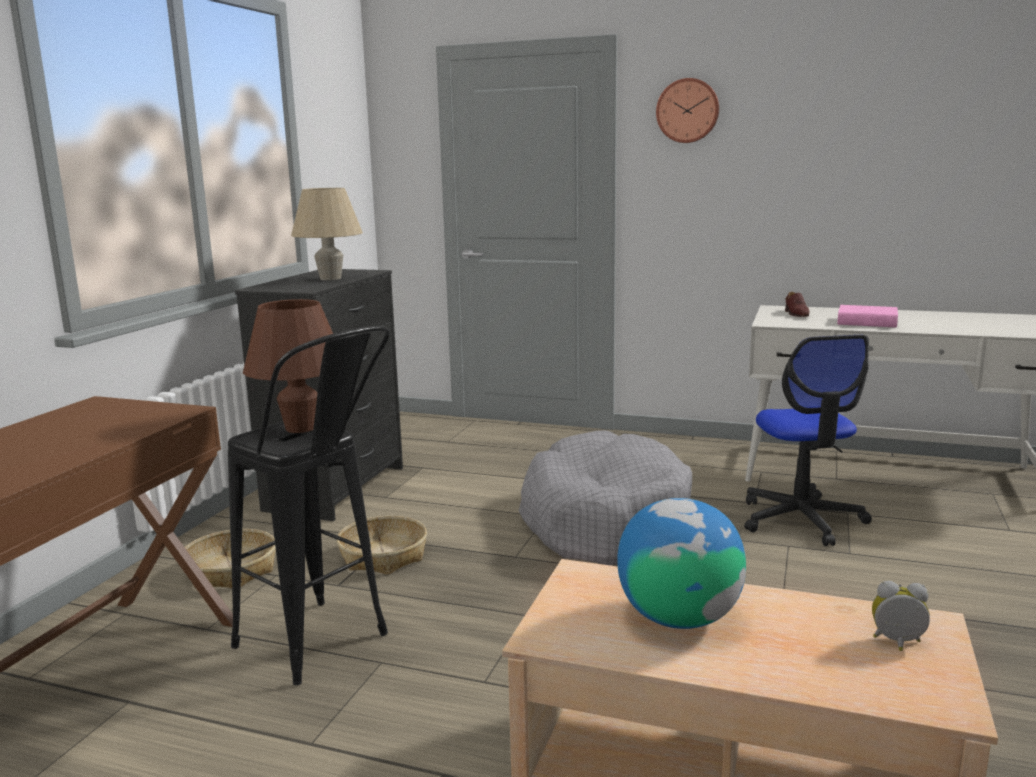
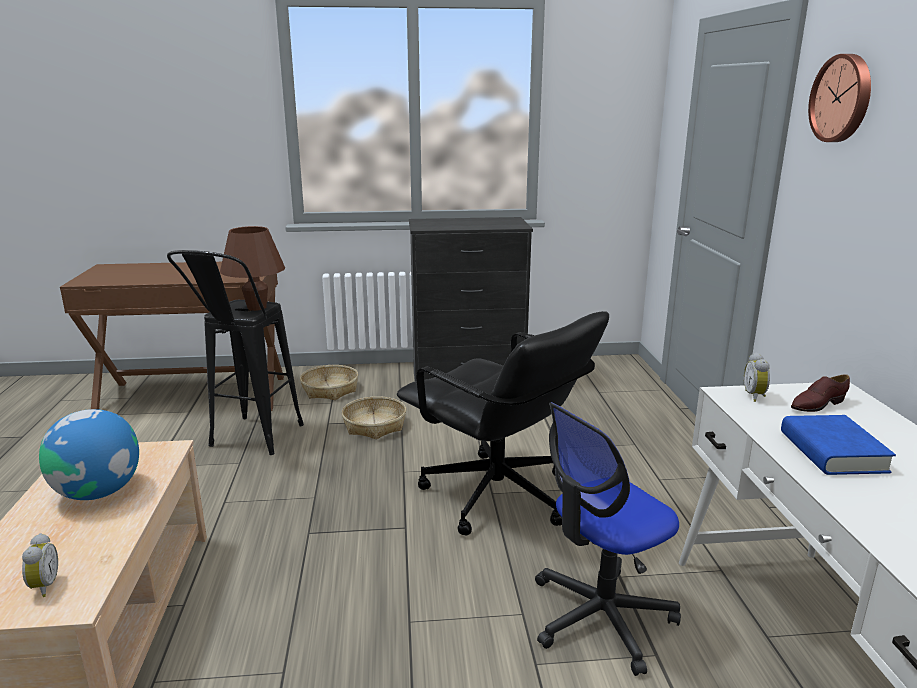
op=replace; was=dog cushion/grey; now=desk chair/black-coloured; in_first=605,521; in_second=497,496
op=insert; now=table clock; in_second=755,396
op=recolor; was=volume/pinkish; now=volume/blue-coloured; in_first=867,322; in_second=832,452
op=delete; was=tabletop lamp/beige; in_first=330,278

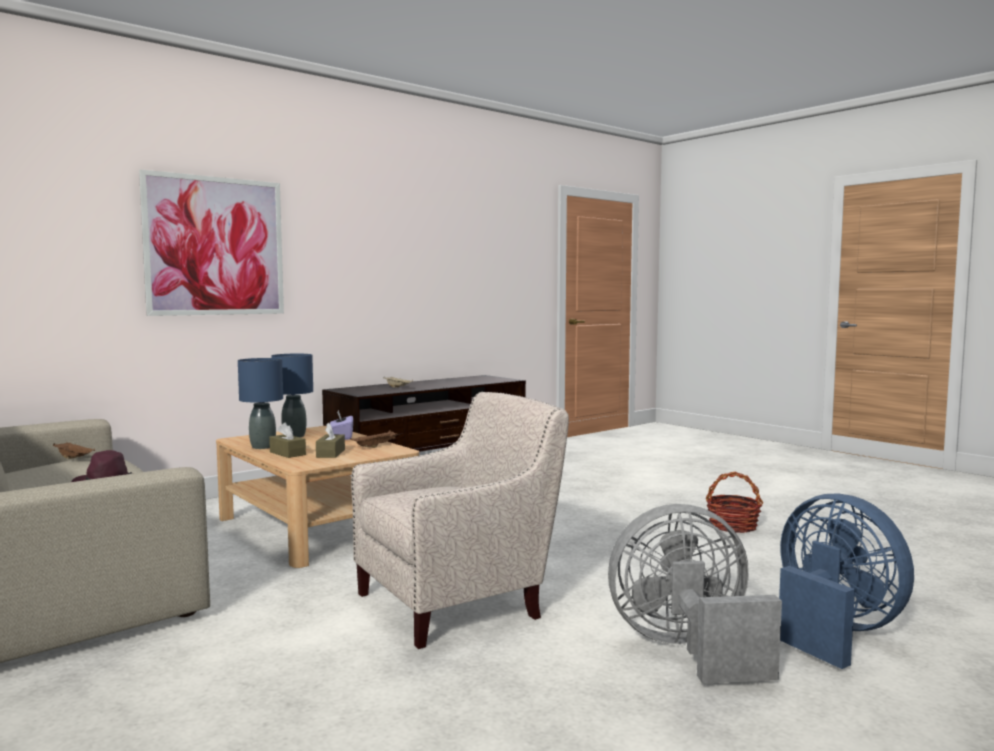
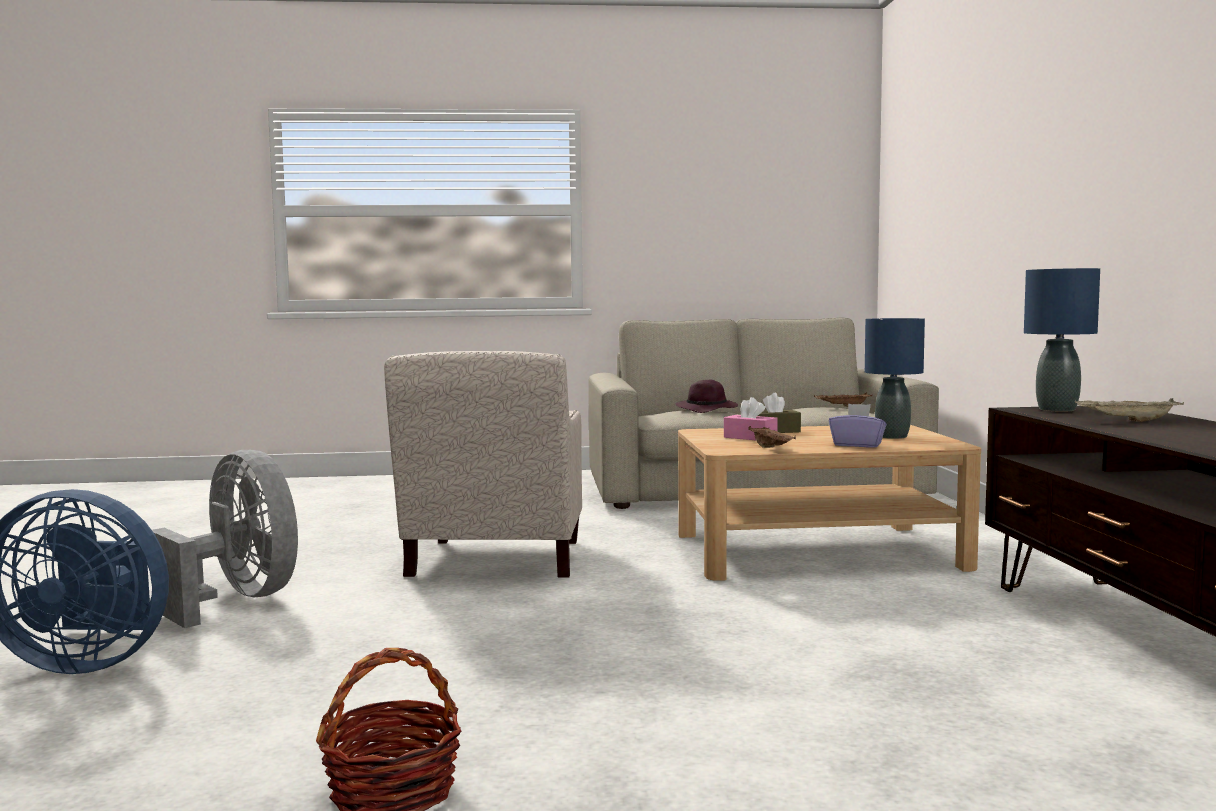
op=rotate; was=fan/grey; in_first=687,649; in_second=238,600; clockwise=-75
op=recolor; was=tissue holder/brown-coloured; now=tissue holder/pinkish; in_first=330,453; in_second=750,438
op=move; was=tabletop lamp/blue-coloured; in_first=262,447; in_second=1056,409
op=delete; was=wall art; in_first=215,246

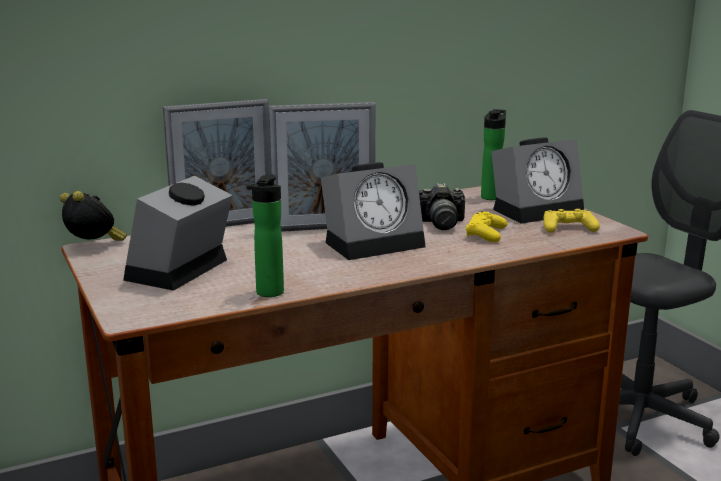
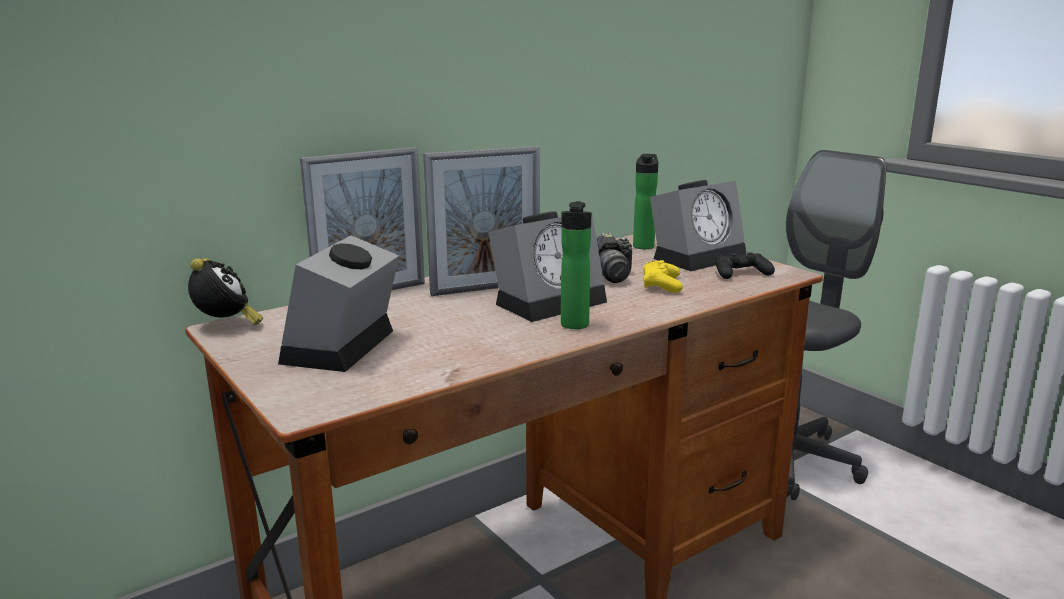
op=rotate; was=table clock; in_first=94,246; in_second=226,326; clockwise=45
op=move; was=drink bottle; in_first=268,294; in_second=574,326
op=recolor; was=gamepad/yellowish; now=gamepad/black-coloured; in_first=568,228; in_second=741,273

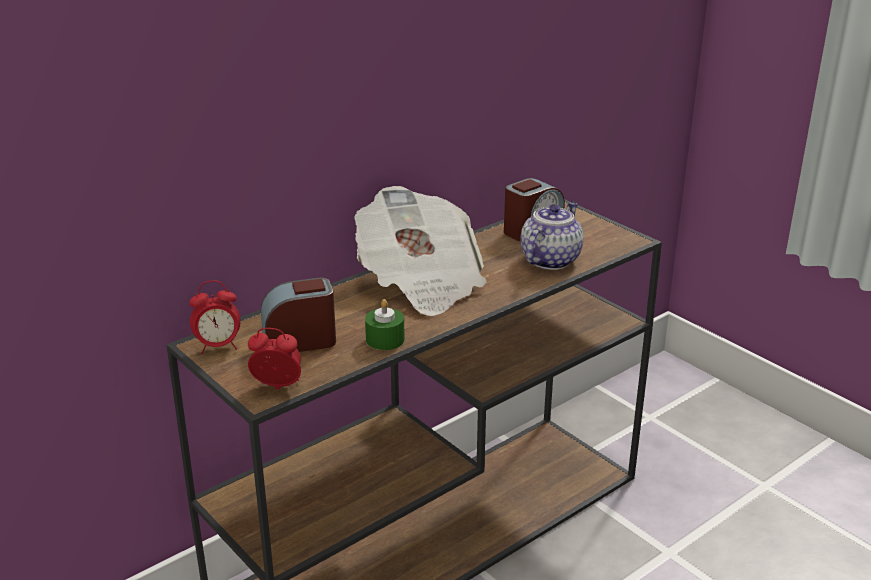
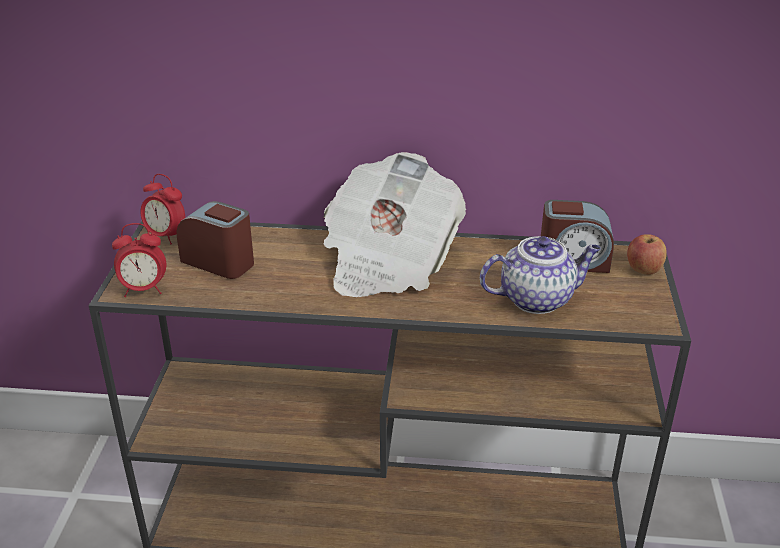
op=rotate; was=table clock; in_first=278,387; in_second=144,289; clockwise=120
op=insert; now=whole apple; in_second=643,270
op=delete; was=wax light/green-coloured; in_first=385,339

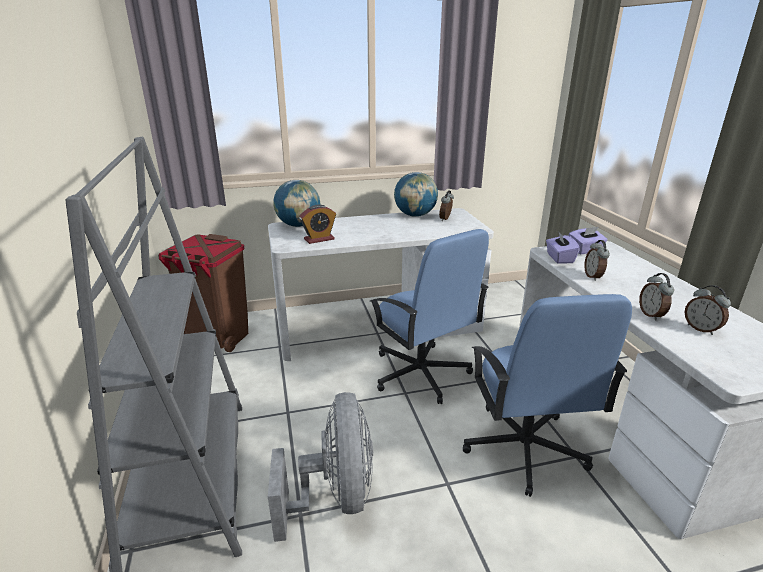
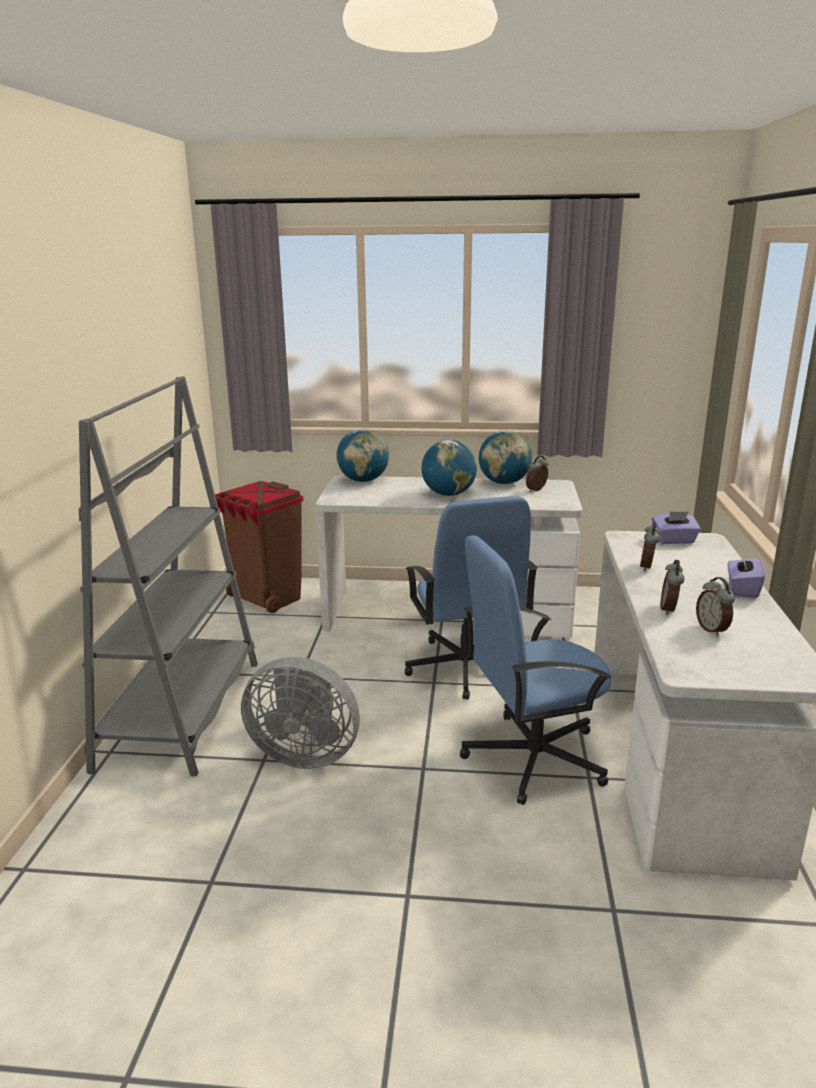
op=rotate; was=fan/grey; in_first=335,496; in_second=304,754; clockwise=90
op=insert; now=desk globe; in_second=448,494
op=rotate; was=desk chair/blue-coloured; in_first=524,448; in_second=532,757; clockwise=60
op=move; was=tissue holder/purple; in_first=559,258; in_second=742,589
op=delete; was=table clock; in_first=319,239

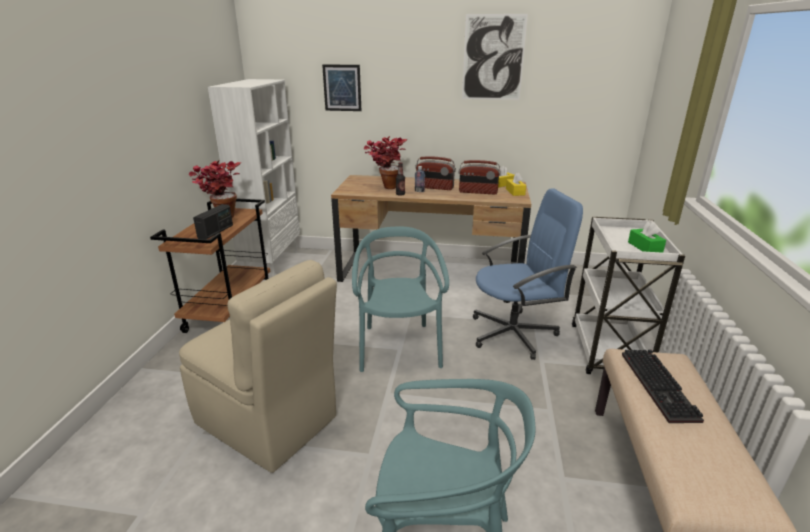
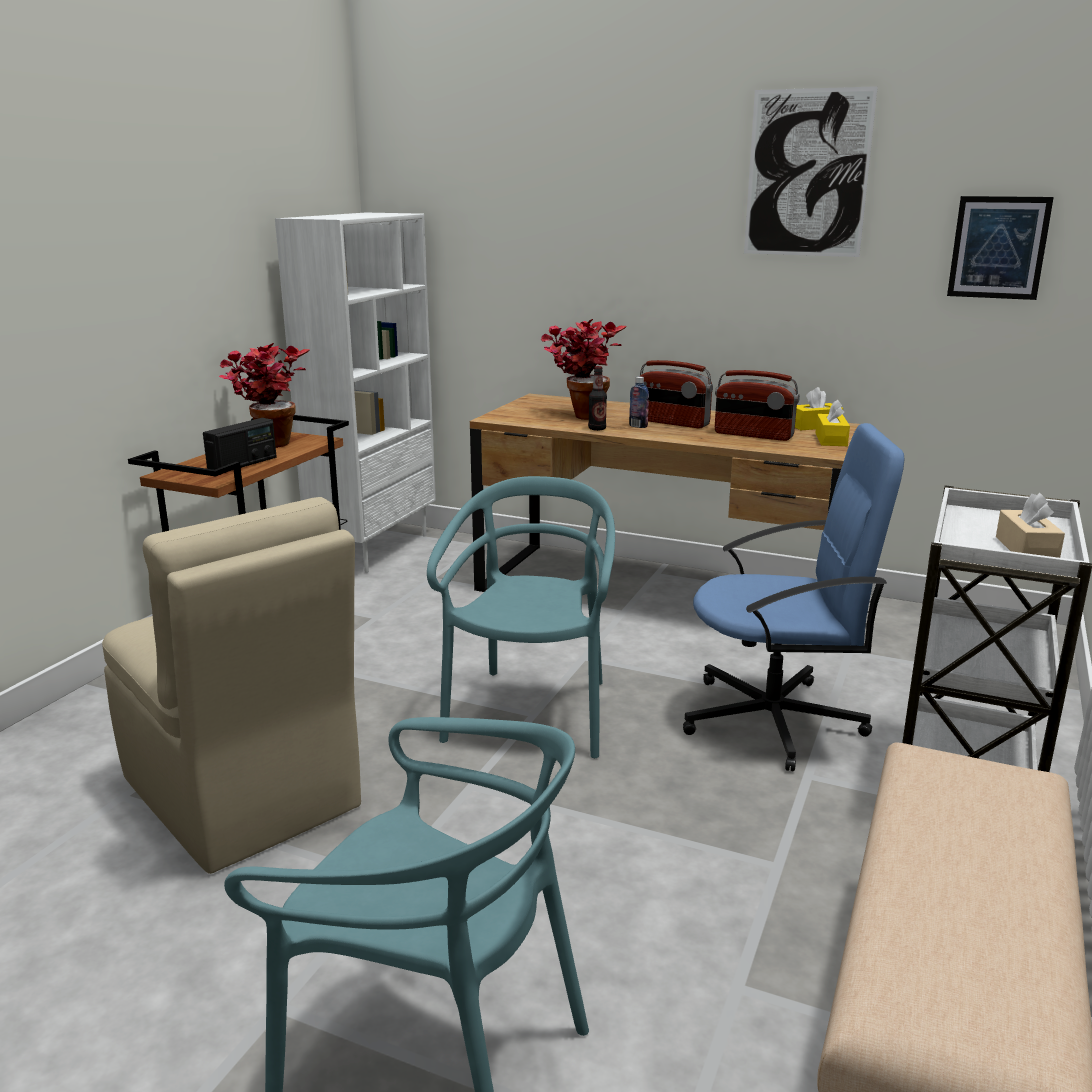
op=move; was=wall art; in_first=342,88; in_second=998,247
op=recolor; was=tissue holder/green-coloured; now=tissue holder/beige; in_first=645,247; in_second=1026,549
op=delete; was=keyboard; in_first=661,387

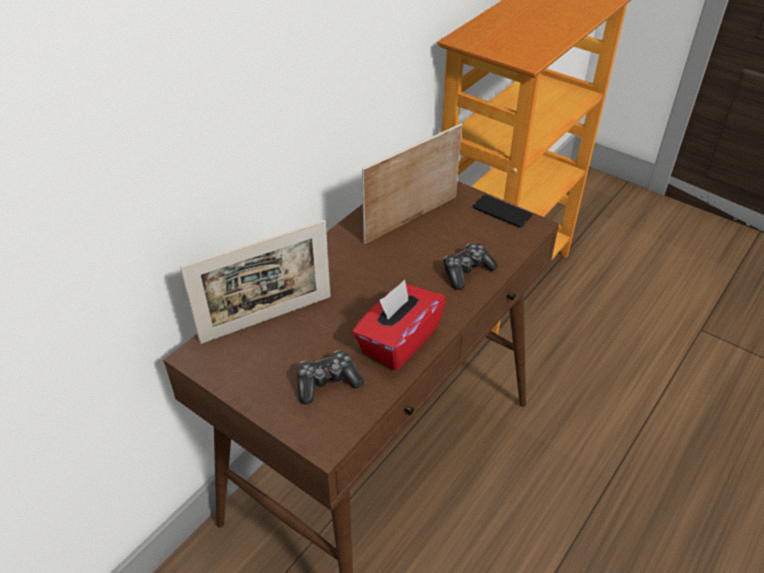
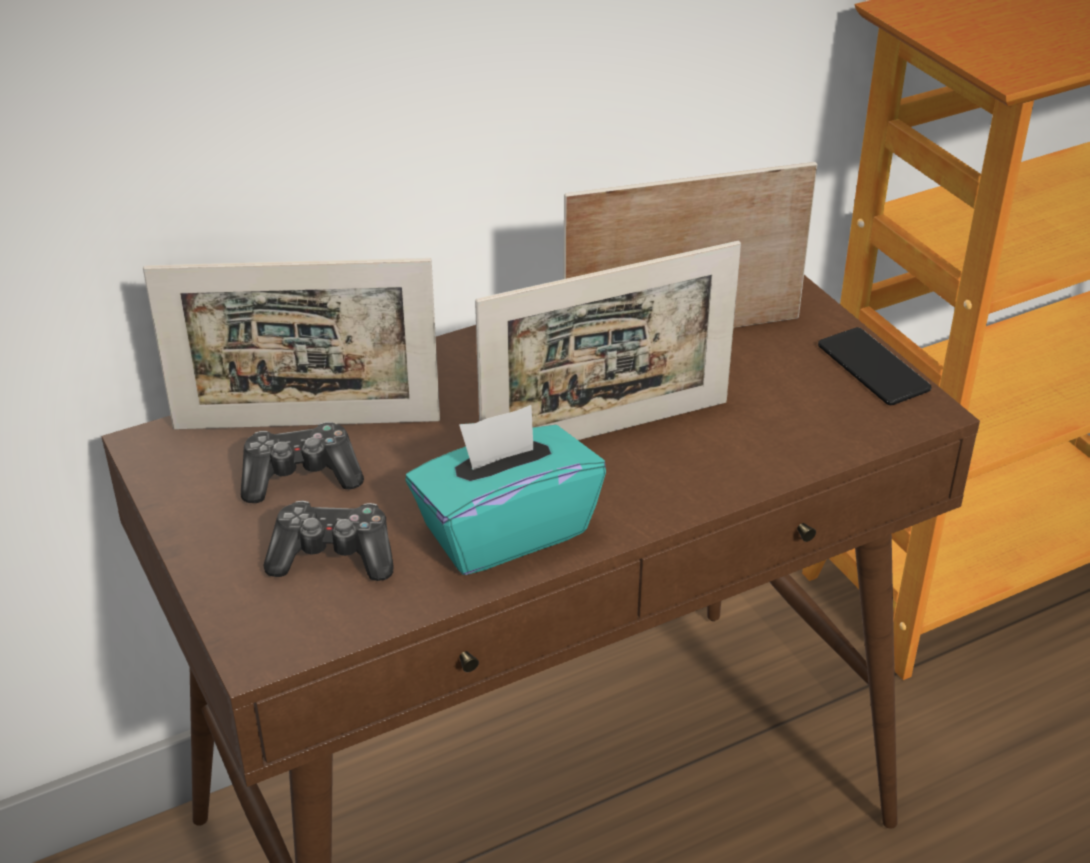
op=move; was=gamepad; in_first=467,271; in_second=300,476
op=recolor; was=tissue holder/red; now=tissue holder/turquoise-coloured; in_first=398,341; in_second=505,530
op=insert; now=picture frame; in_second=606,432

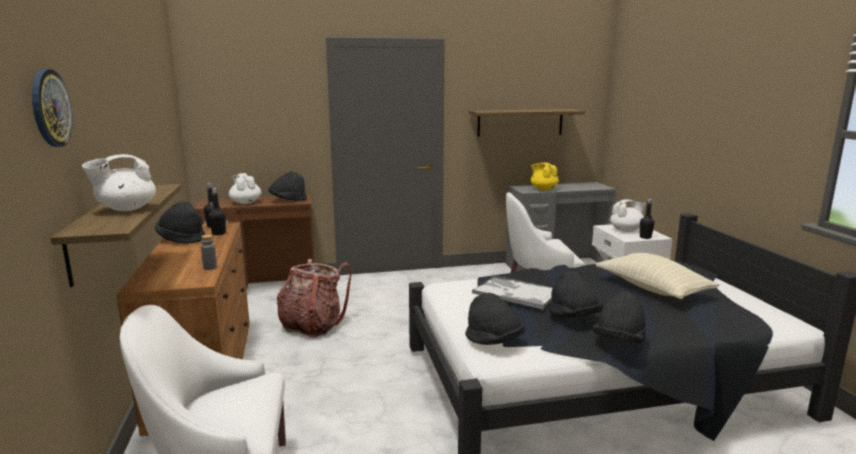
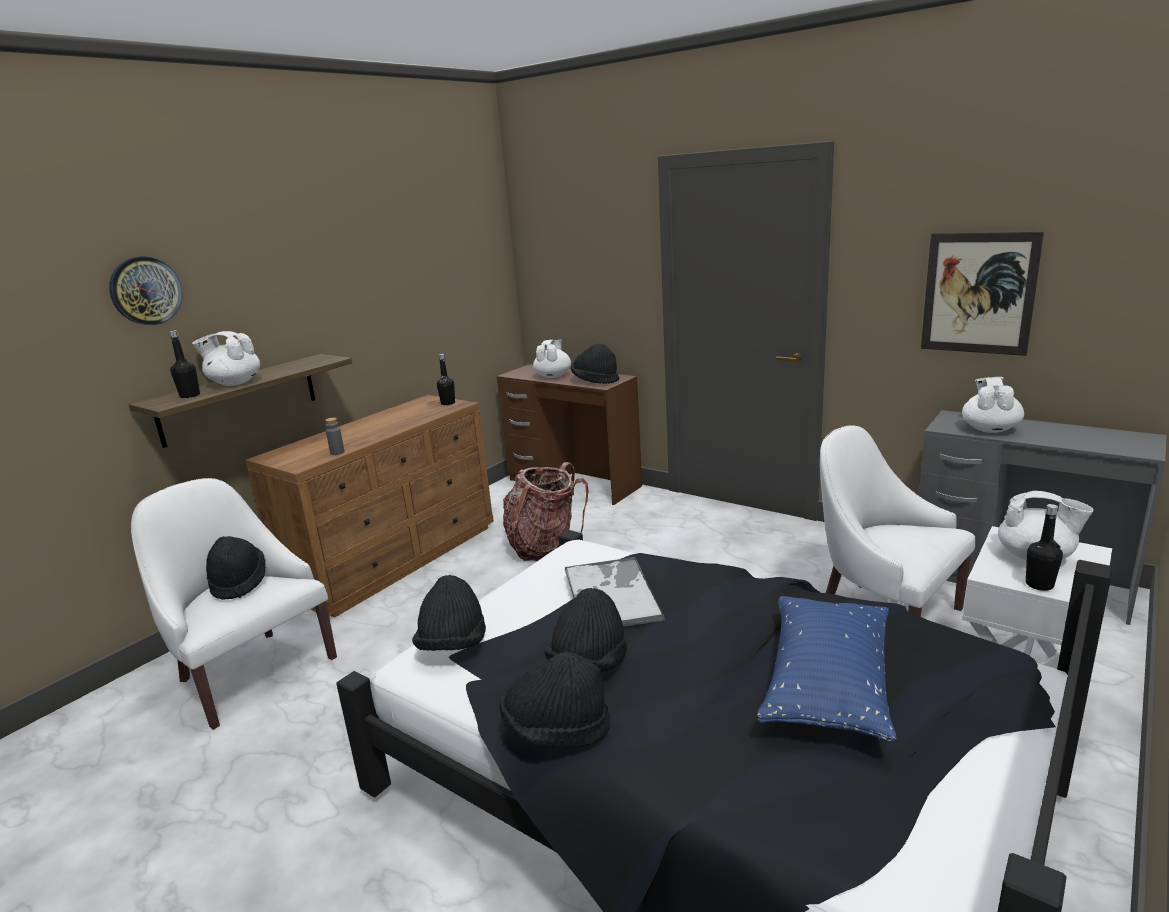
op=move; was=drink bottle/black-coloured; in_first=218,233; in_second=190,396
op=move; was=wearable hat/black-coloured; in_first=182,239; in_second=239,583
op=recolor; was=pillow/beige; now=pillow/blue-coloured; in_first=652,289; in_second=827,685
op=replace; was=bracket shelf; now=wall art; in_first=520,122; in_second=978,293
op=recolor; was=tea pot/yellowish; now=tea pot/white-coloured; in_first=543,189; in_second=990,429

